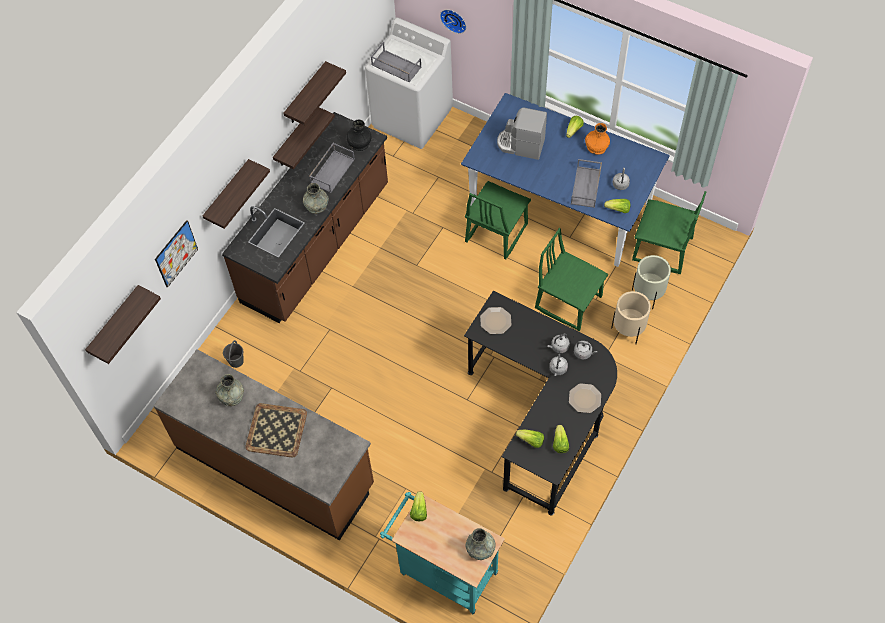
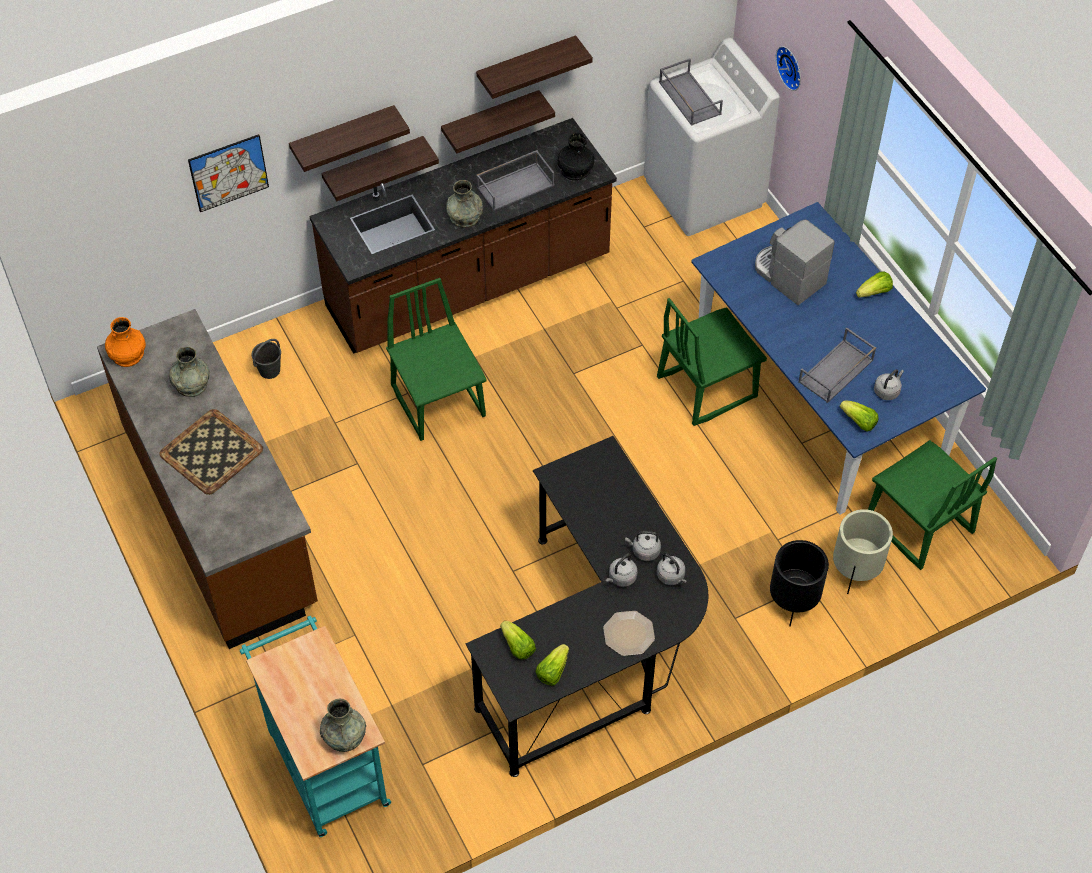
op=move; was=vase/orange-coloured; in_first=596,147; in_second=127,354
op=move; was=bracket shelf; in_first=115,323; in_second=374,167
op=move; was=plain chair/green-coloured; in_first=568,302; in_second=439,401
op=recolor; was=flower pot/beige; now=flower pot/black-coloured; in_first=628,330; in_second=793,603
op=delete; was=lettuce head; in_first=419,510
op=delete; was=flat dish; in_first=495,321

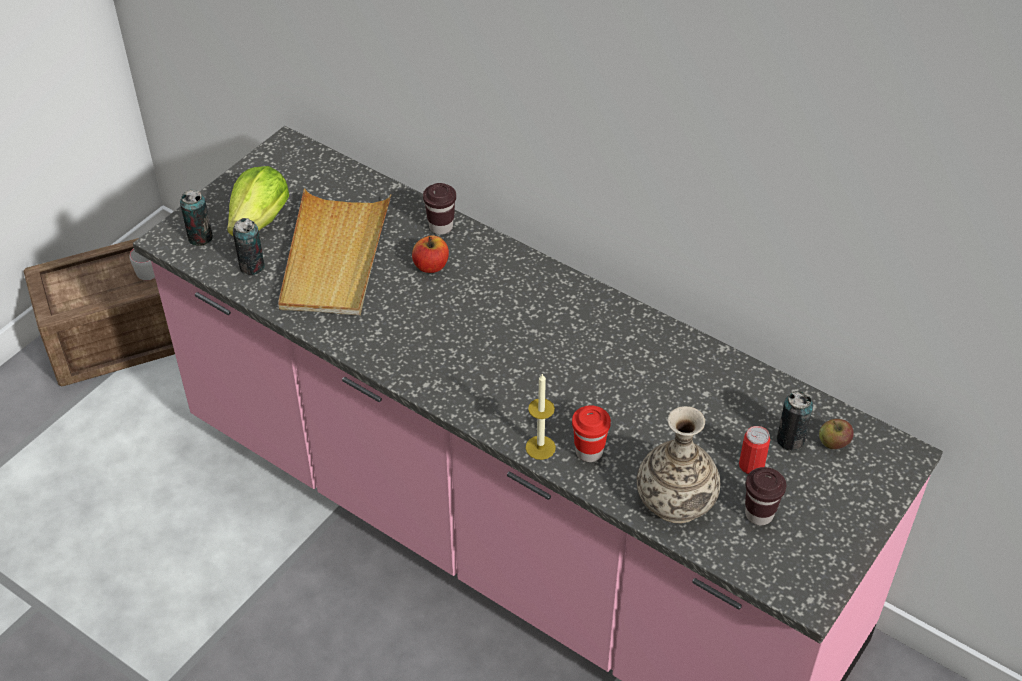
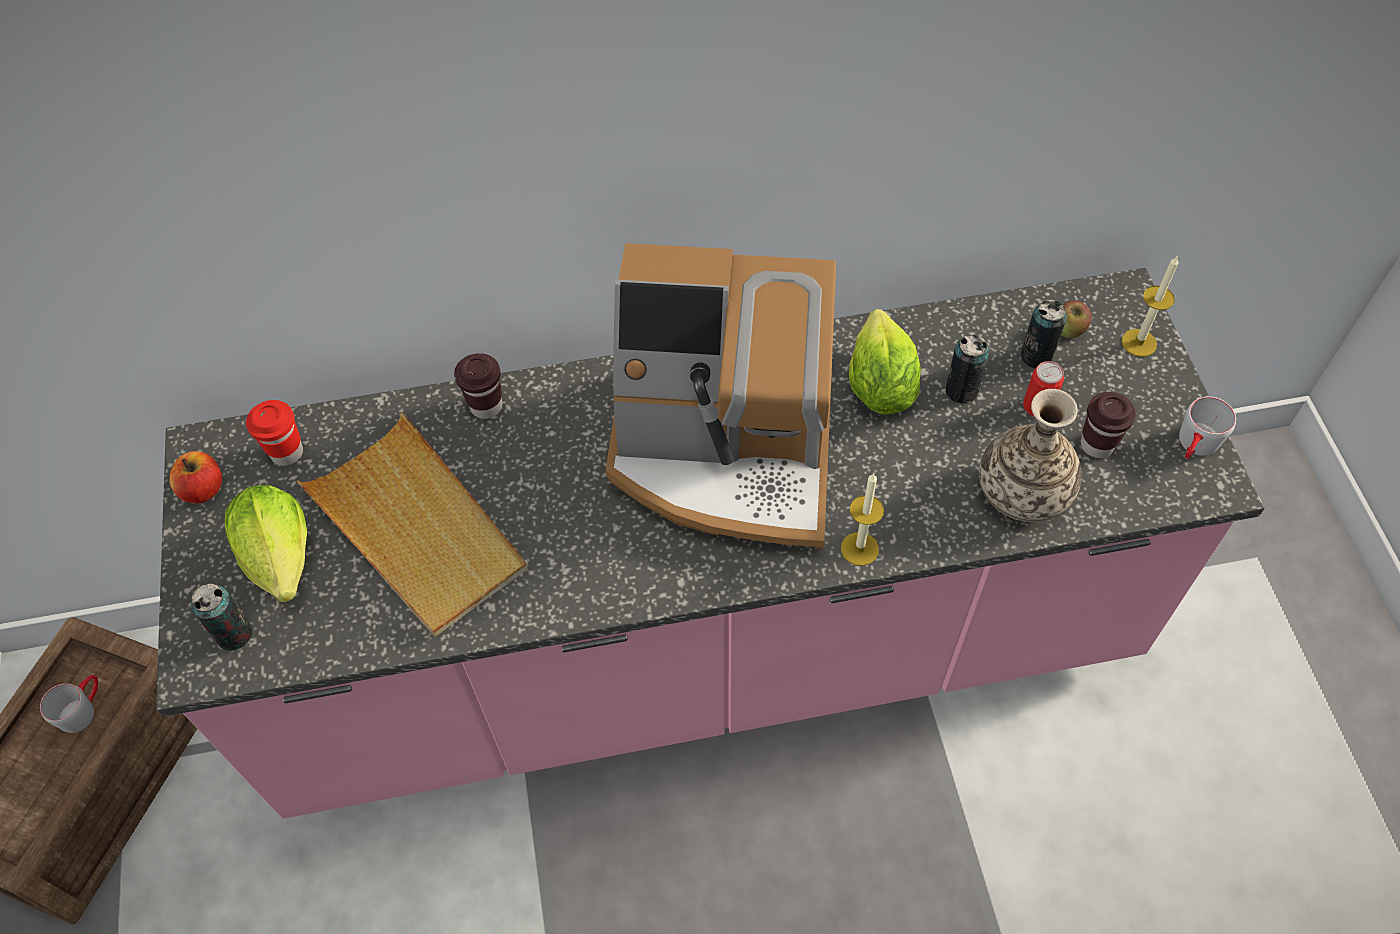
op=move; was=whole apple; in_first=431,266; in_second=203,489
op=move; was=drinking cup/red; in_first=589,452; in_second=287,452
op=insert; now=coffee machine; in_second=725,453
op=insert; now=lettuce head; in_second=879,386
op=move; was=metal can; in_first=252,266; in_second=961,390
op=insert; now=wax light; in_second=1139,342
op=insert; now=coffee mug/grey; in_second=1195,447

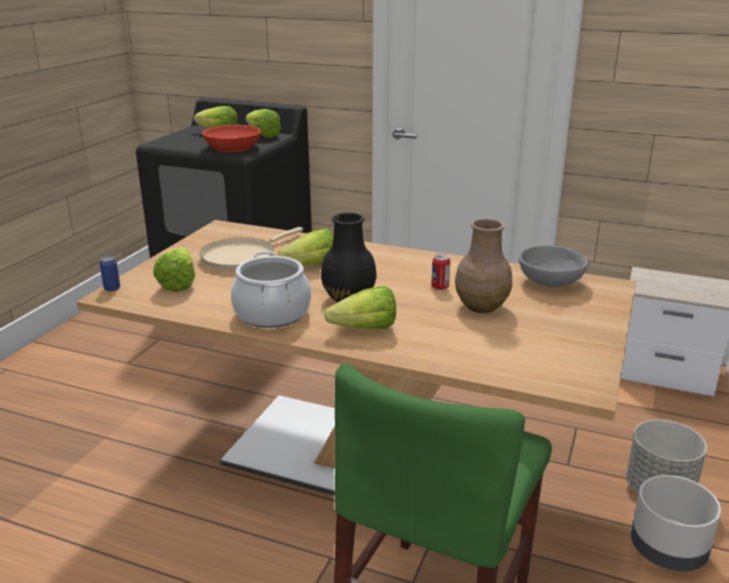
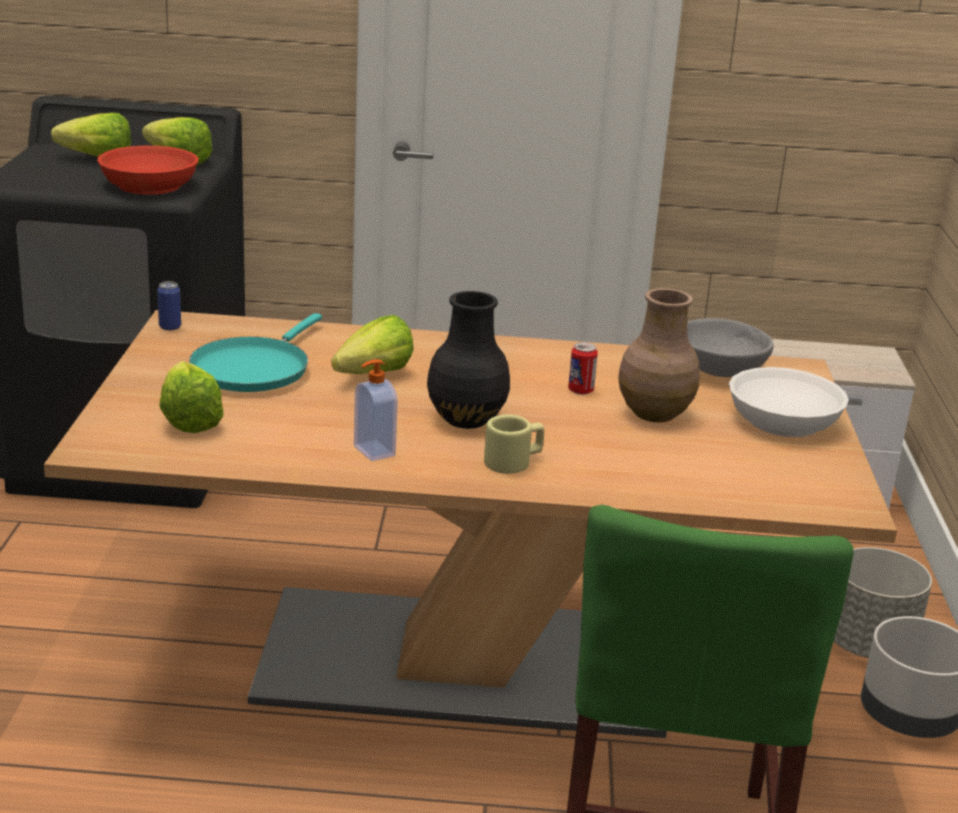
op=move; was=metal can; in_first=112,288; in_second=170,327
op=recolor; was=pan/beige; now=pan/turquoise-coloured; in_first=242,257; in_second=254,368
op=replace; was=stockpot; now=soap dispenser; in_first=272,313; in_second=373,451
op=replace; was=lettuce head; now=coffee mug/beige; in_first=359,329; in_second=514,462
op=insert; now=deep dish/white-coloured; in_second=783,420

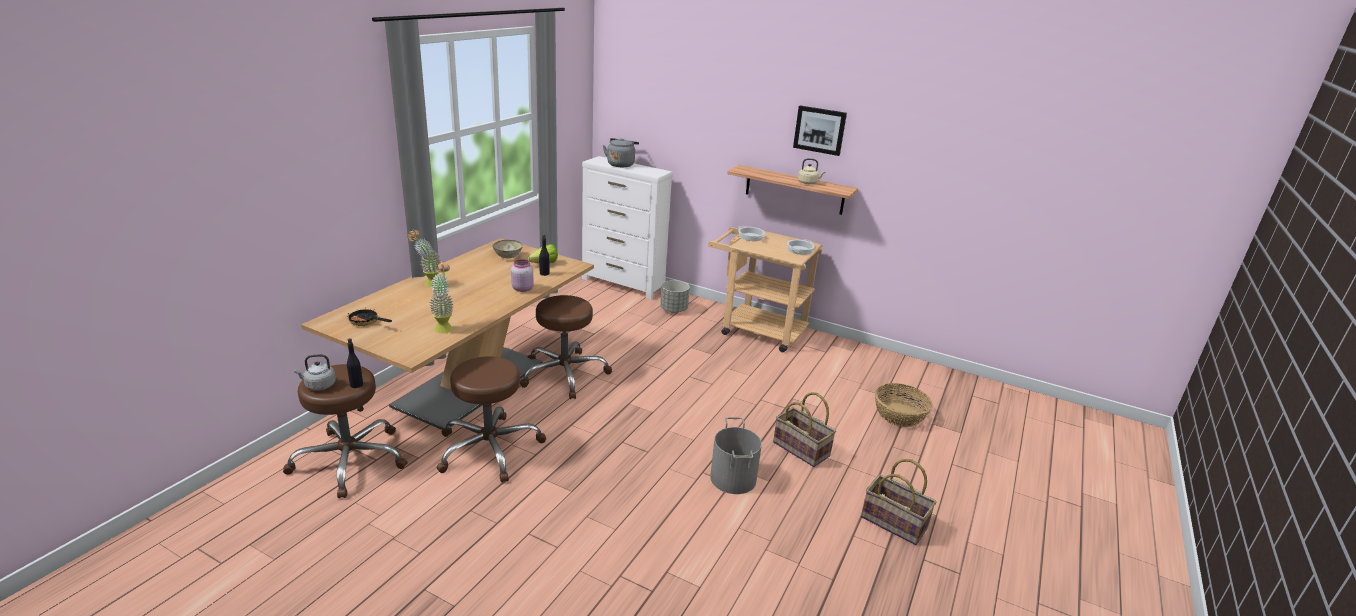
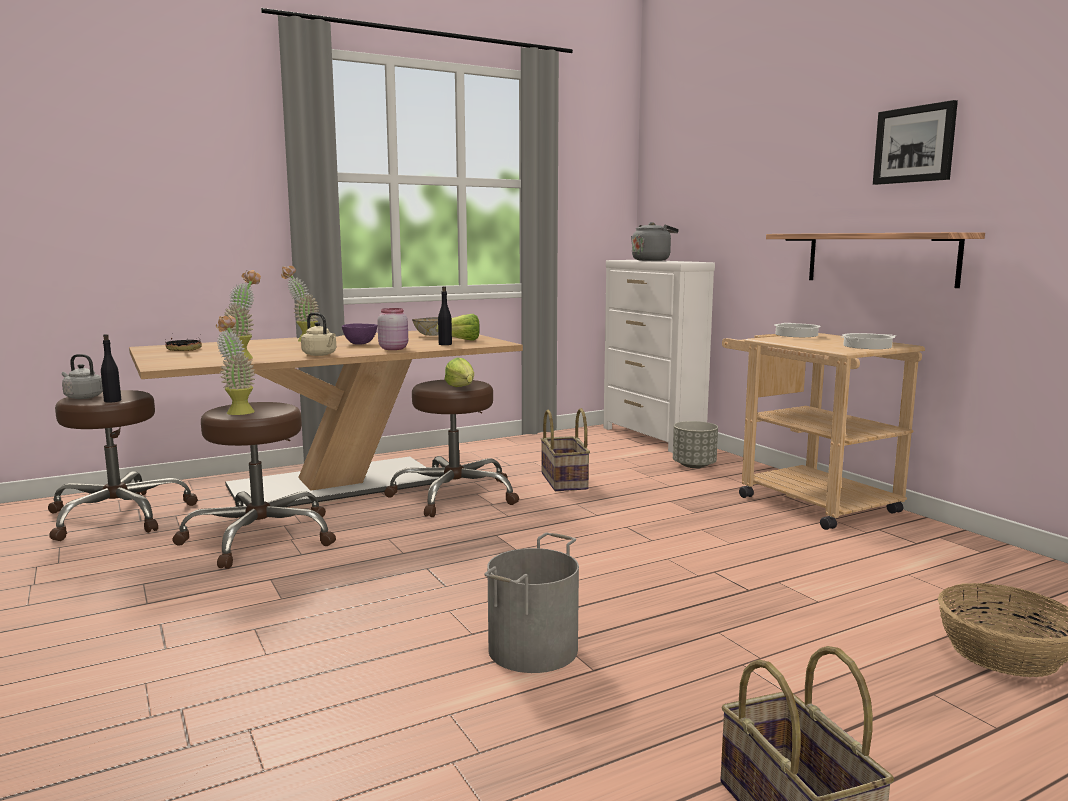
op=insert; now=plant in a pot; in_second=237,411
op=move; was=water kettle/beige; in_first=808,183; in_second=320,354
op=insert; now=deep dish/purple; in_second=361,344
op=insert; now=lettuce head; in_second=462,389
op=move; was=basket; in_first=802,449; in_second=565,481

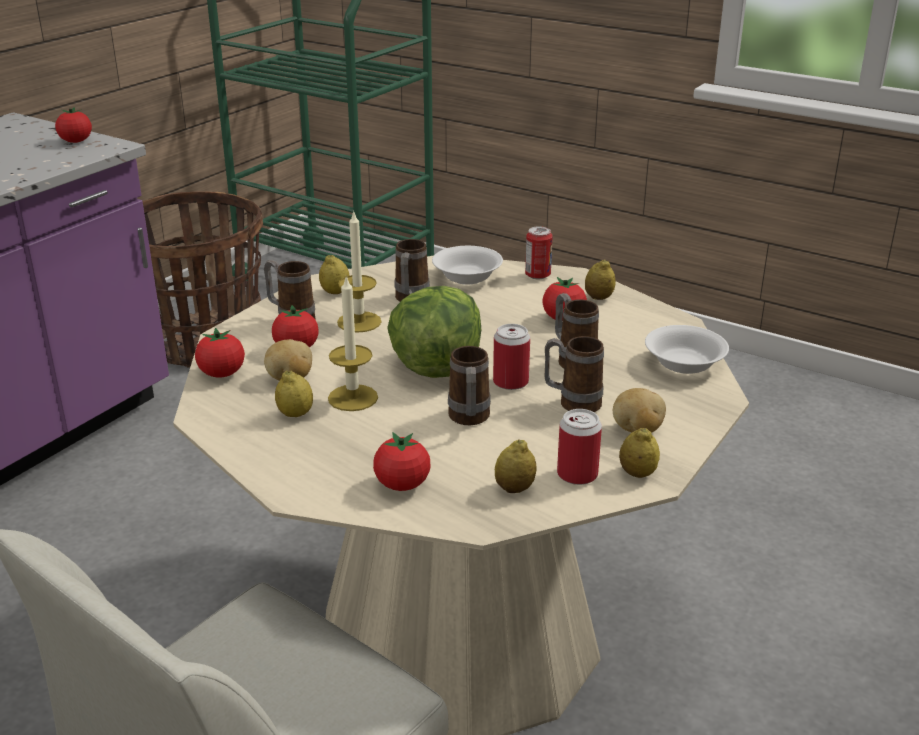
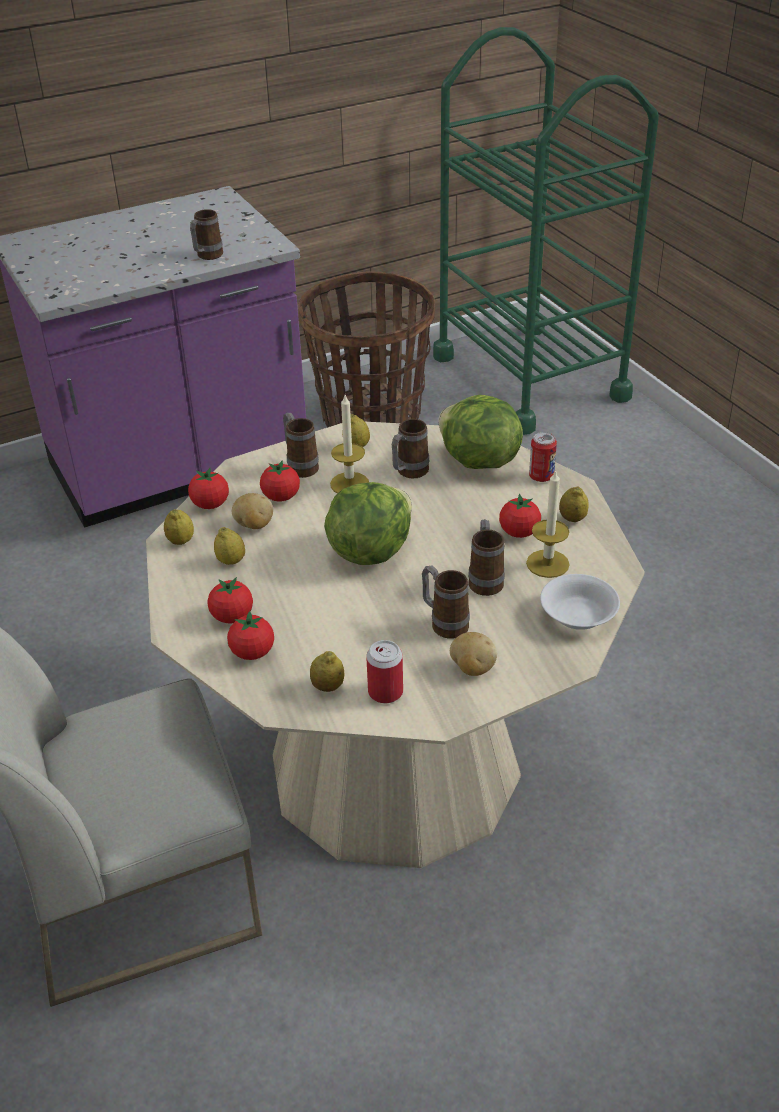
op=move; was=whole lemon; in_first=637,473; in_second=181,541
op=move; was=coffee mug; in_first=469,420; in_second=207,257
op=move; was=tomato; in_first=76,141; in_second=232,617
op=replace; was=deep dish/white-coloured; now=lettuce head; in_first=468,278; in_second=478,462
op=move; was=wax light; in_first=353,398; in_second=547,563
op=delete; was=metal can; in_first=510,382

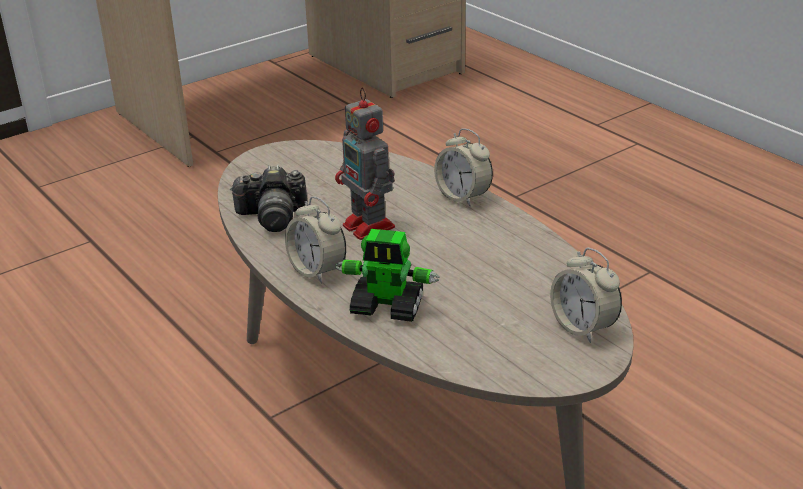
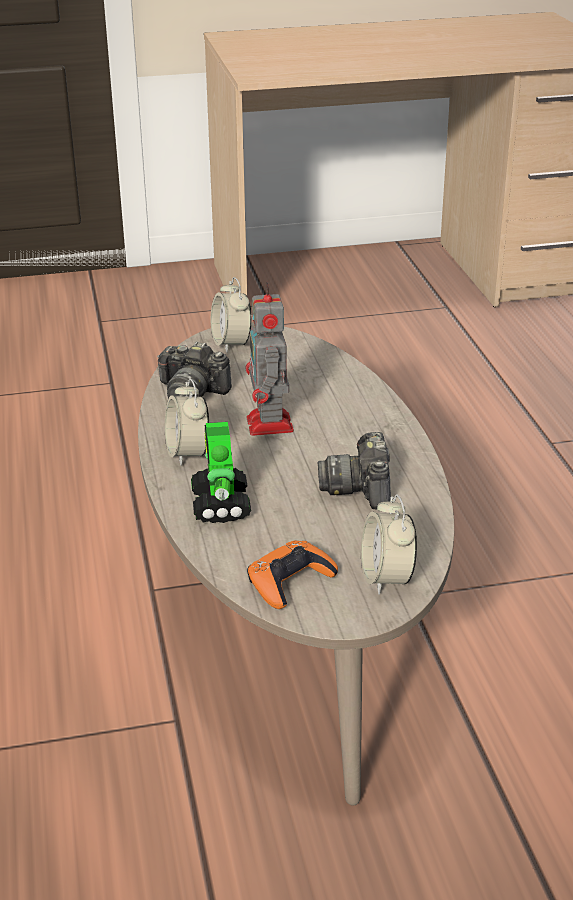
op=rotate; was=toy robot; in_first=388,307; in_second=221,505; clockwise=45
op=move; was=table clock; in_first=463,197; in_second=231,343
op=insert; now=gamepad/orange-coloured; in_second=290,581
op=insert; now=still camera; in_second=360,488

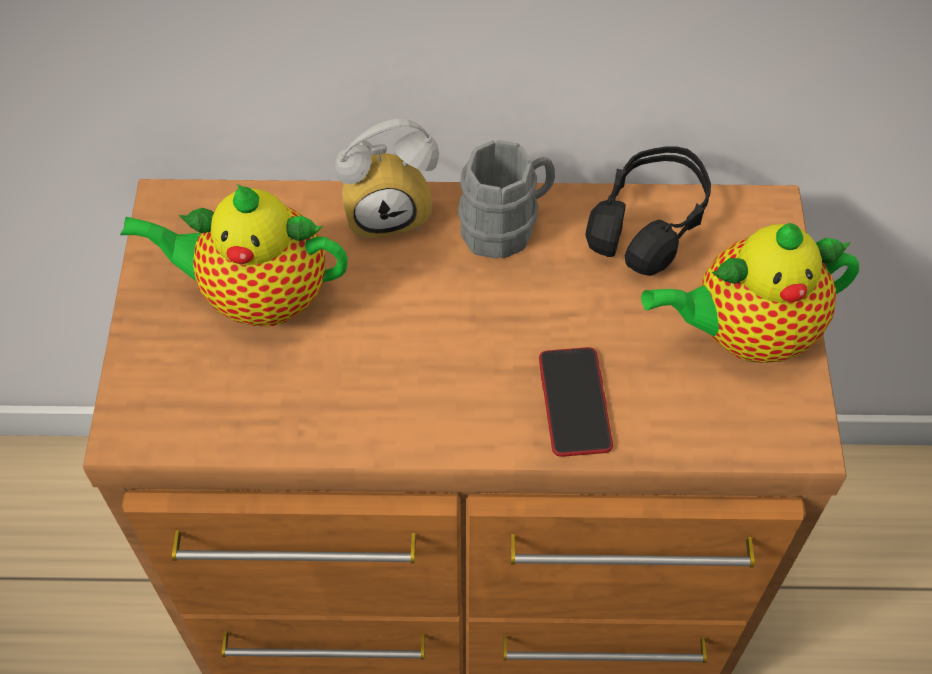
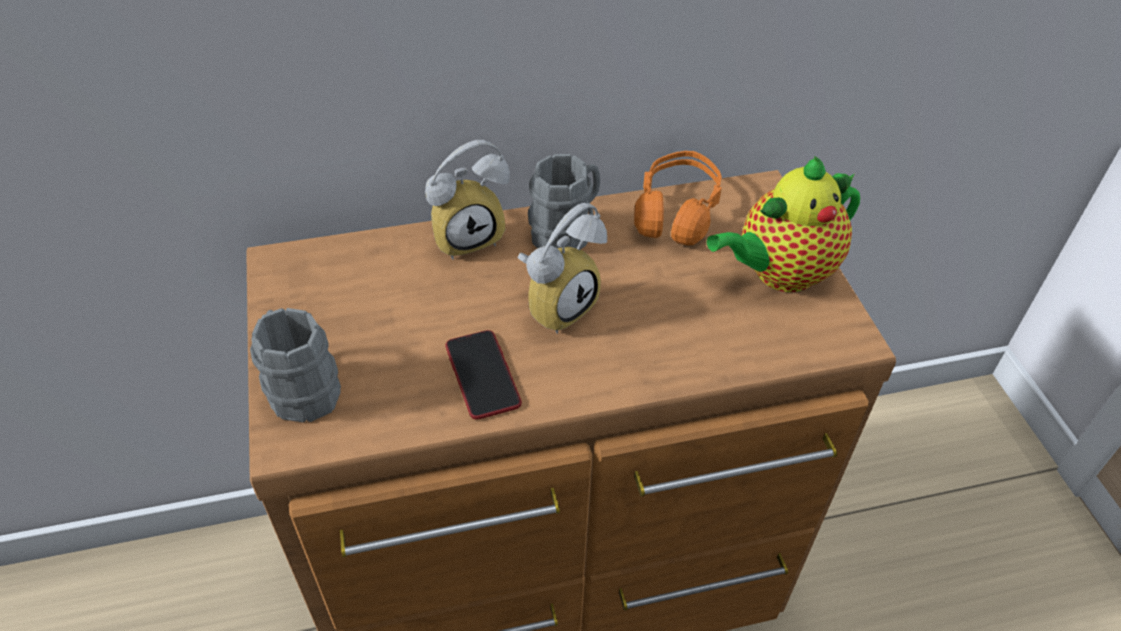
op=insert; now=coffee mug/grey; in_second=300,387
op=move; was=phone; in_first=574,402; in_second=482,375
op=insert; now=table clock; in_second=557,303
op=recolor; was=headset/black-coloured; now=headset/orange-coloured; in_first=648,223; in_second=677,211
op=delete; was=tea pot; in_first=257,296

